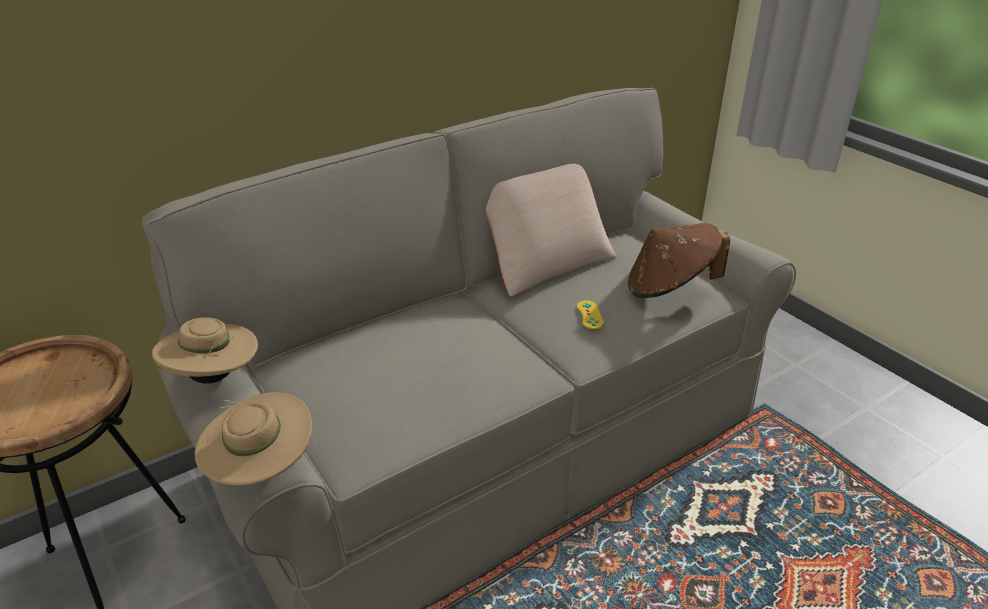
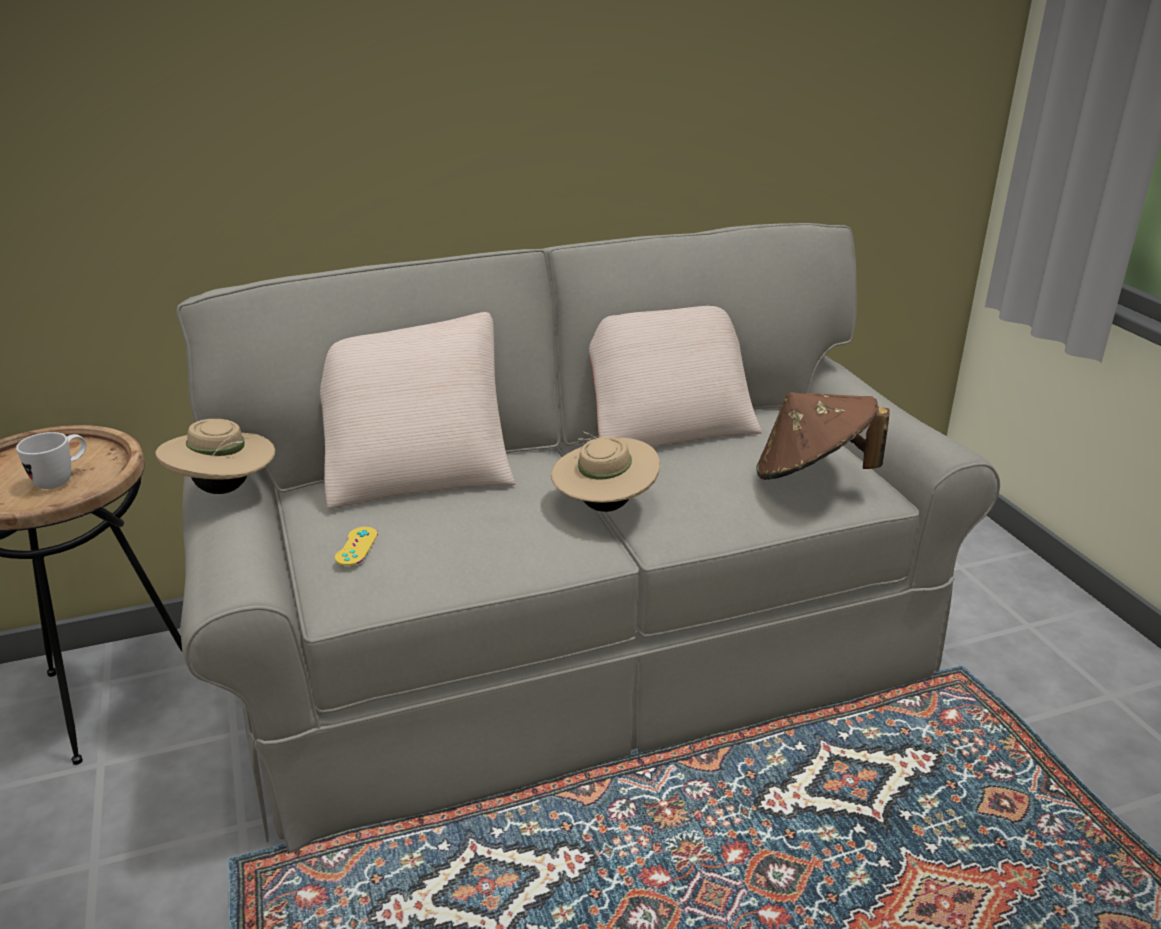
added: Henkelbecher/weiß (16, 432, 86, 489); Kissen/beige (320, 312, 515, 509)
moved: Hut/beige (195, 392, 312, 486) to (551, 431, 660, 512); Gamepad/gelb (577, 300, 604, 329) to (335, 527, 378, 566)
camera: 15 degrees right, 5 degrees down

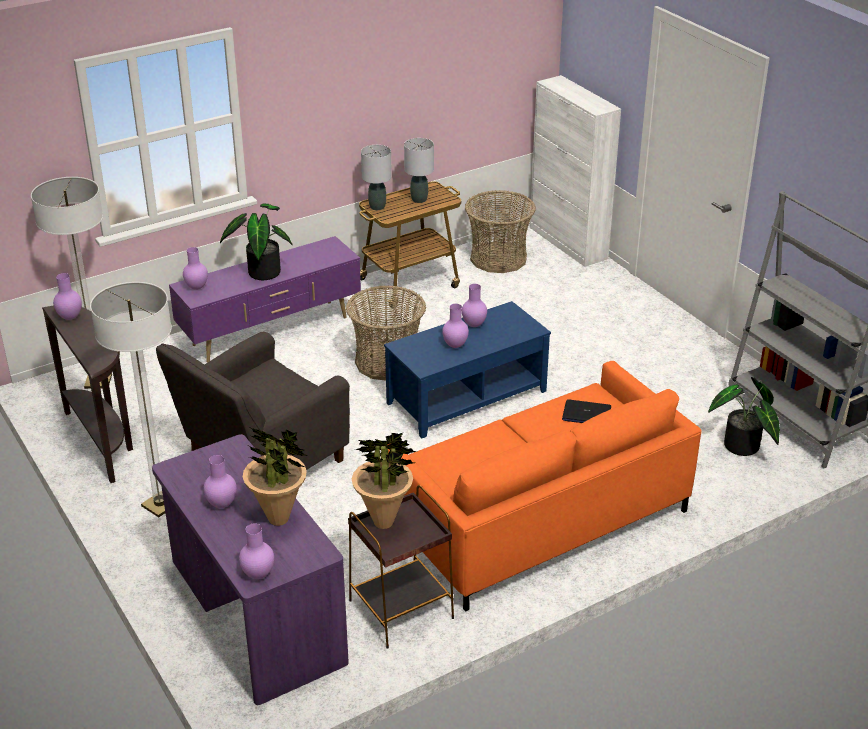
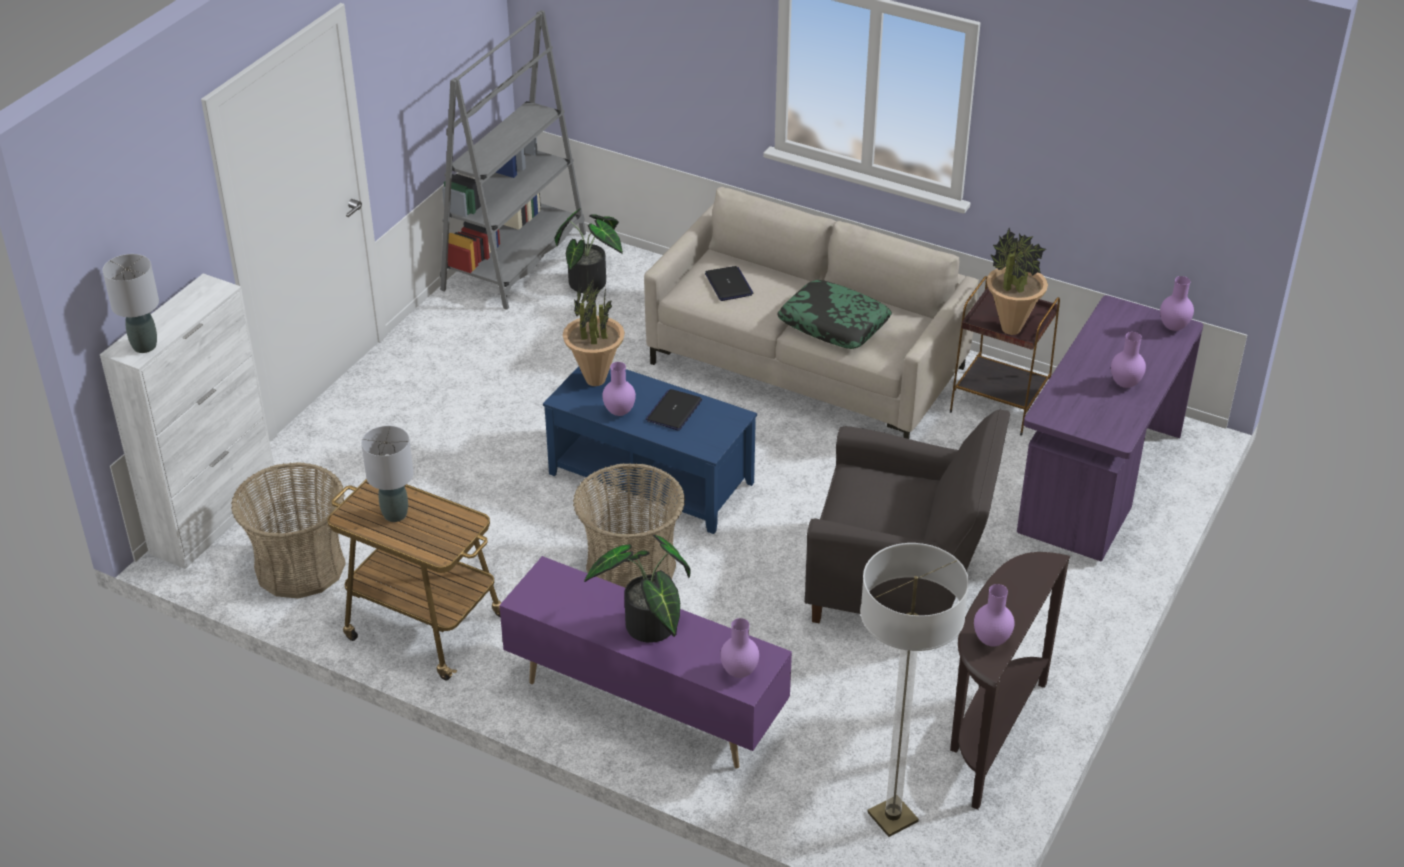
removed: Stehlampe (90, 282, 172, 517)
added: Kissen (778, 280, 892, 349)
moved: Topfpflanze (243, 427, 307, 526) to (563, 278, 625, 386); Tischlampe/grau (361, 145, 392, 210) to (102, 254, 159, 353)
replaced: Vase/lila (442, 304, 469, 348) to Laptop (646, 389, 702, 430)
recoloured: Sofa/orange (388, 361, 702, 611) to Sofa/beige (644, 187, 979, 439)
camera: 120 degrees left, 5 degrees up

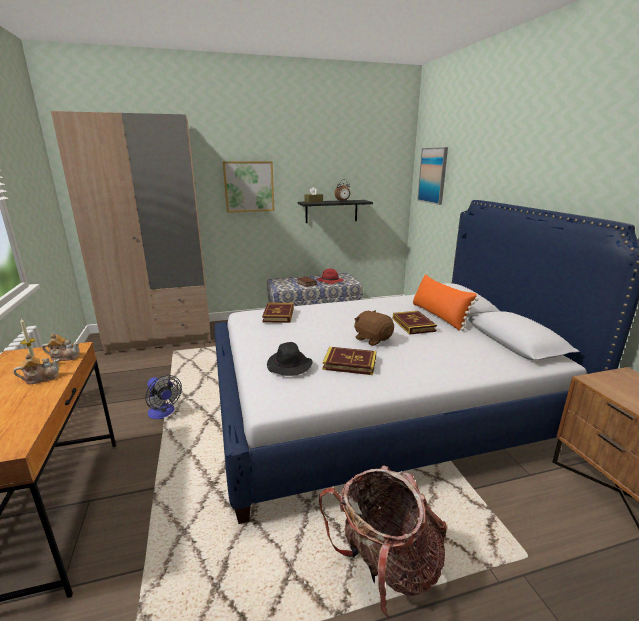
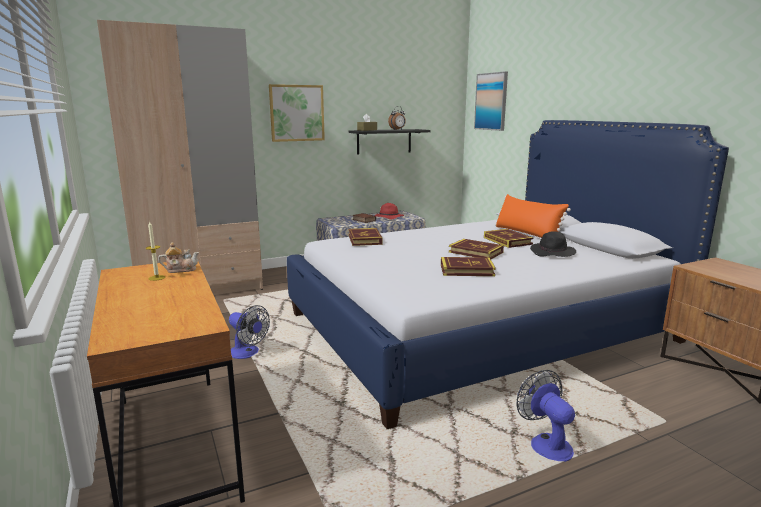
removed: Teekanne (13, 354, 60, 384)
moved: Hut/schwarz (267, 342, 313, 376) to (530, 231, 576, 257)
replaced: Rucksack (319, 465, 447, 619) to Ventilator (517, 370, 575, 462); Plüschtier/braun (354, 310, 394, 346) to Buch (449, 239, 504, 259)
camera: 10 degrees left, 5 degrees down

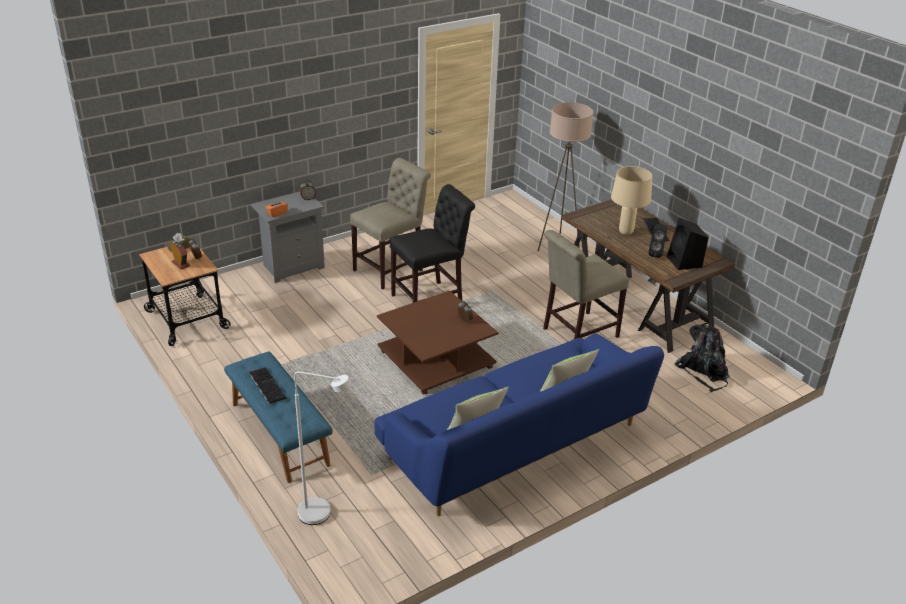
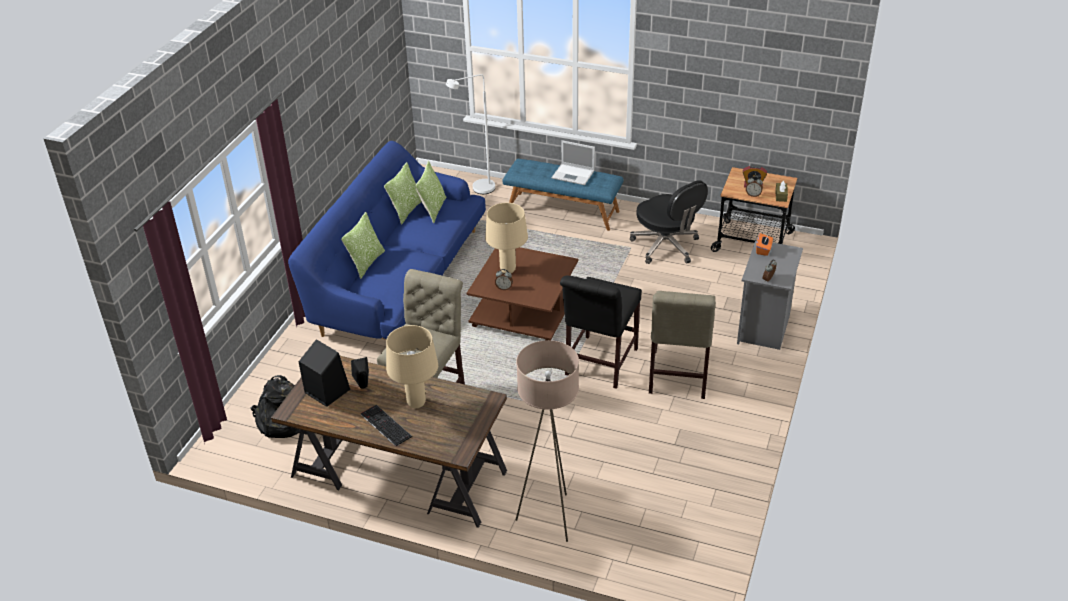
added: Kissen (415, 161, 446, 224); Tischlampe/beige (485, 203, 528, 273); Bürostuhl/schwarz (630, 180, 708, 264)
replaced: Tastatur (249, 367, 287, 404) to Laptop (552, 140, 595, 185)
camera: 145 degrees right, 5 degrees up

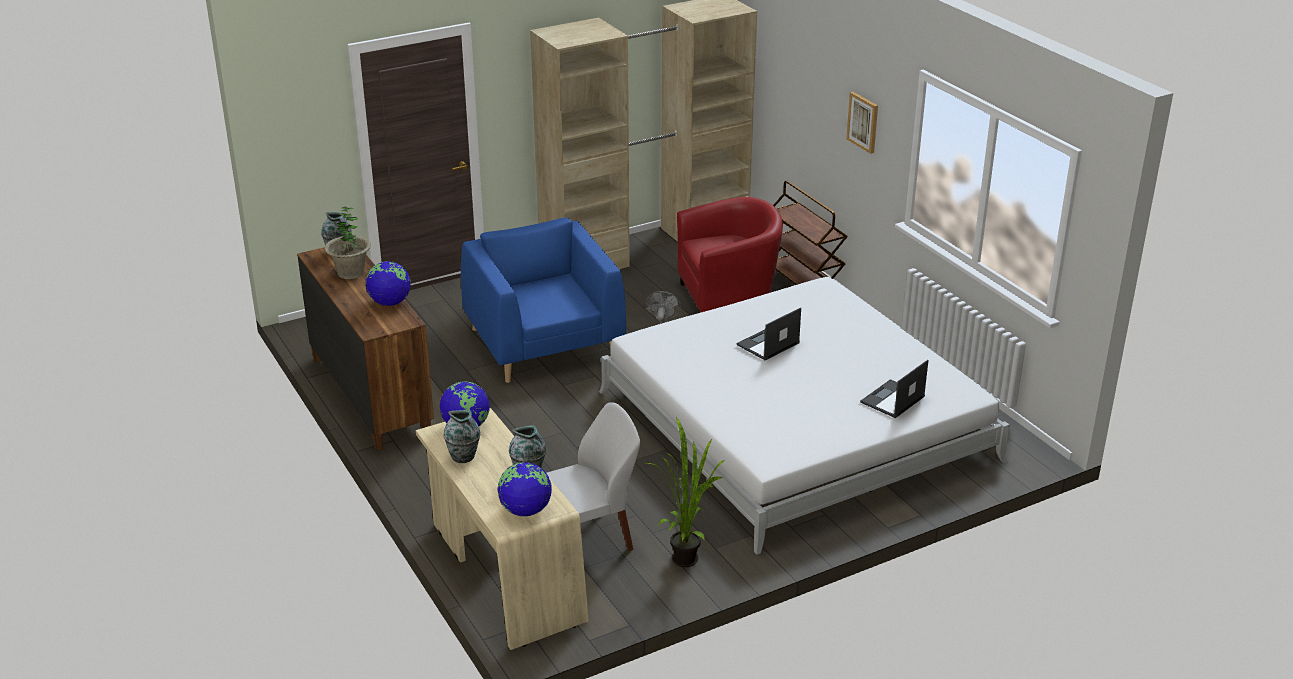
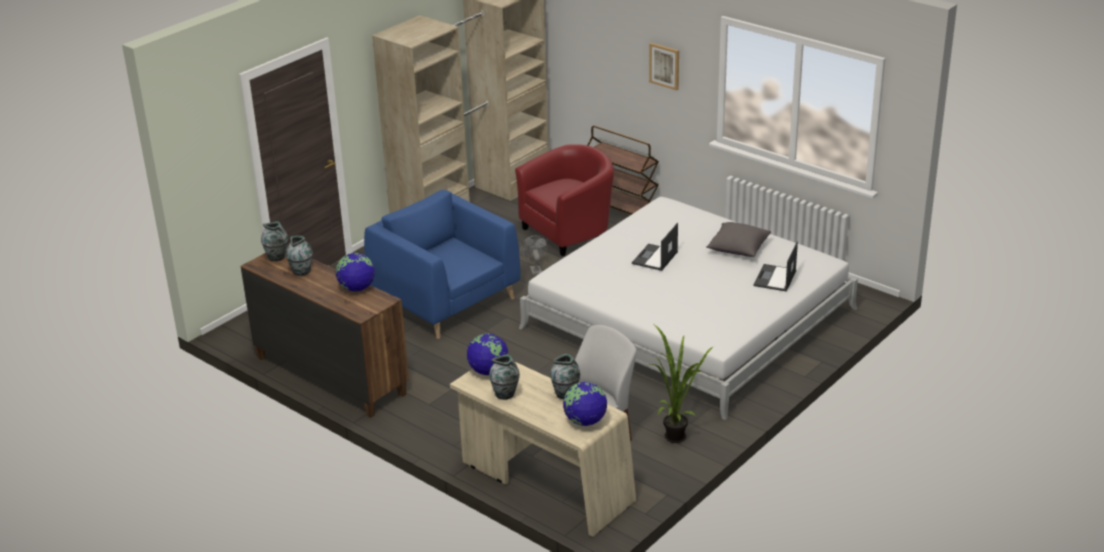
added: Kissen/grau (706, 222, 771, 257)
replaced: Topfpflanze (324, 207, 371, 279) to Vase (286, 236, 313, 276)
camera: 20 degrees left, 0 degrees up

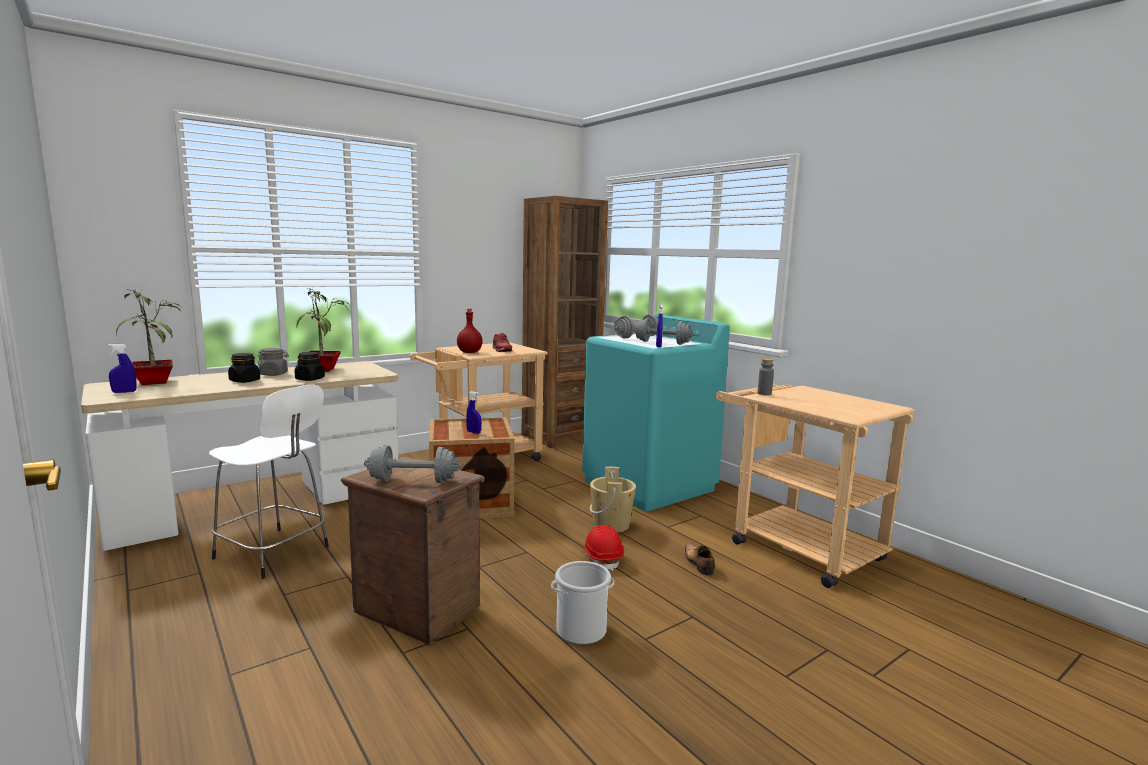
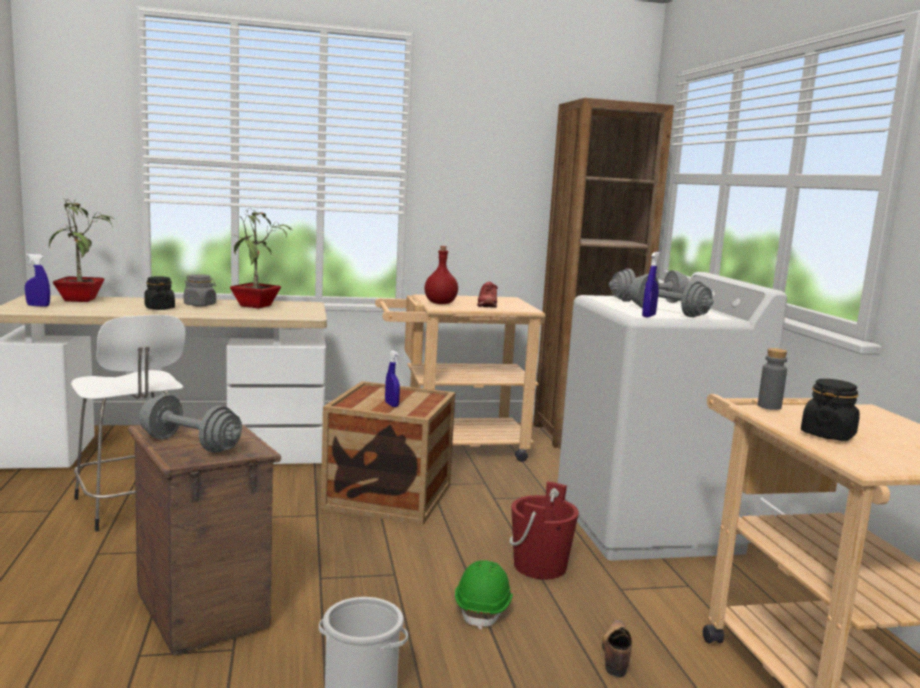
moved: Vorratsglas/schwarz (294, 352, 325, 381) to (801, 379, 860, 441)
recoloured: Waschmaschine/türkis (582, 314, 730, 512) to Waschmaschine/weiß (558, 272, 787, 560); Schutzhelm/rot (583, 525, 624, 571) to Schutzhelm/grün (455, 560, 513, 630); Eimer/beige (590, 467, 636, 533) to Eimer/rot (509, 481, 579, 579)
camera: 25 degrees right, 0 degrees up

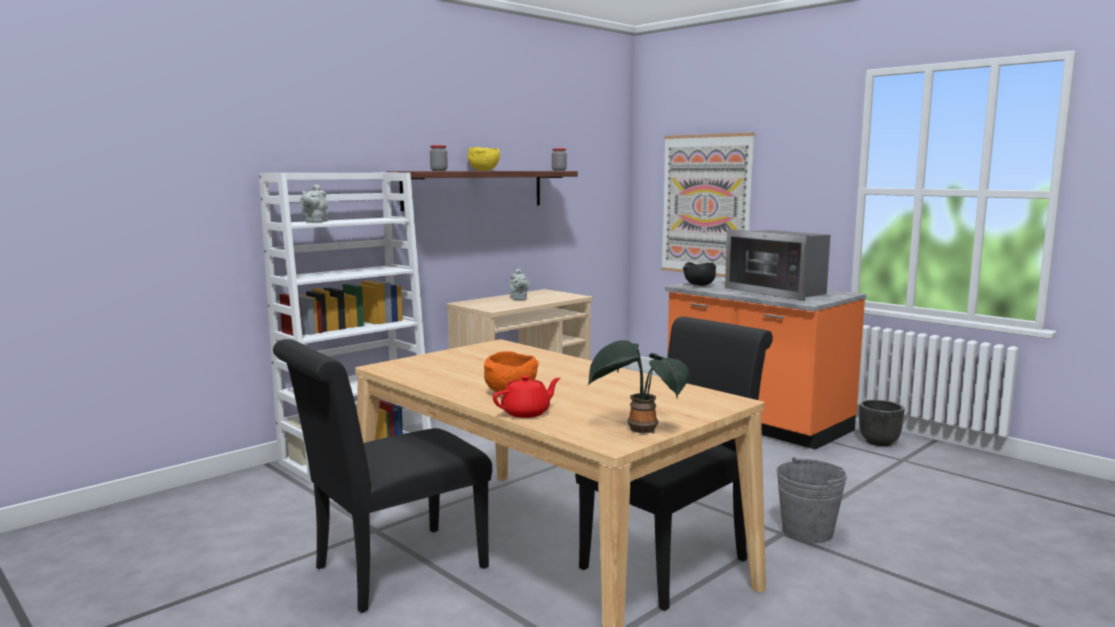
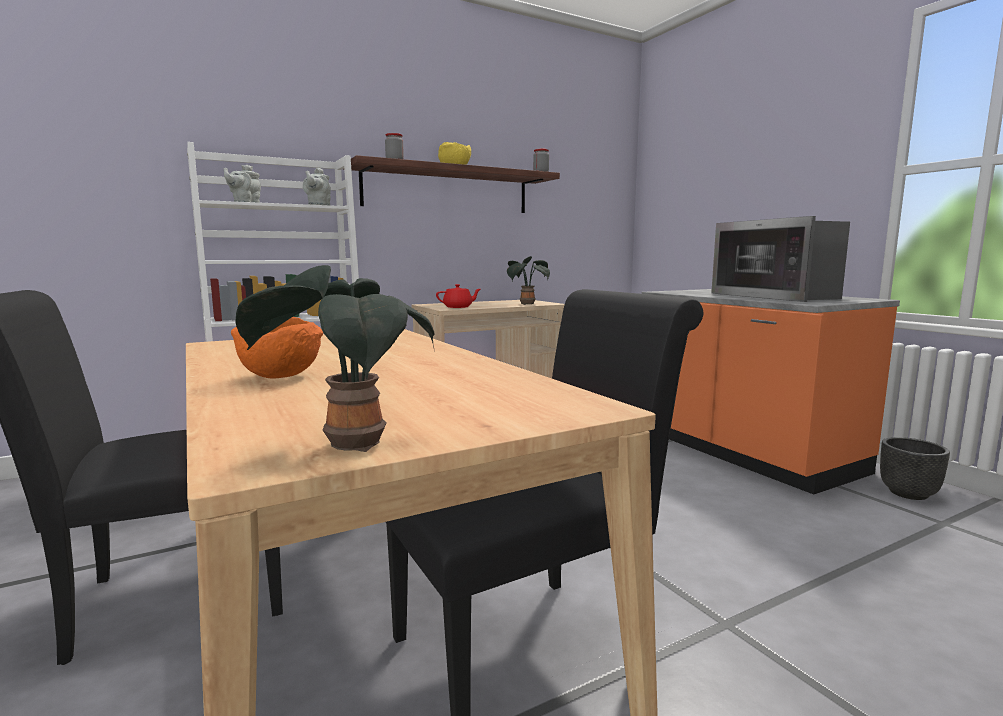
removed: Bild (661, 133, 755, 277); Schüssel/schwarz (683, 262, 716, 286); Eimer/grau (776, 457, 847, 543)
added: Topfpflanze (507, 256, 550, 305)
moved: Teekanne/rot (493, 375, 560, 418) to (436, 284, 481, 308); Teekanne/grau (509, 269, 530, 300) to (303, 168, 331, 205)
camera: 15 degrees right, 0 degrees up

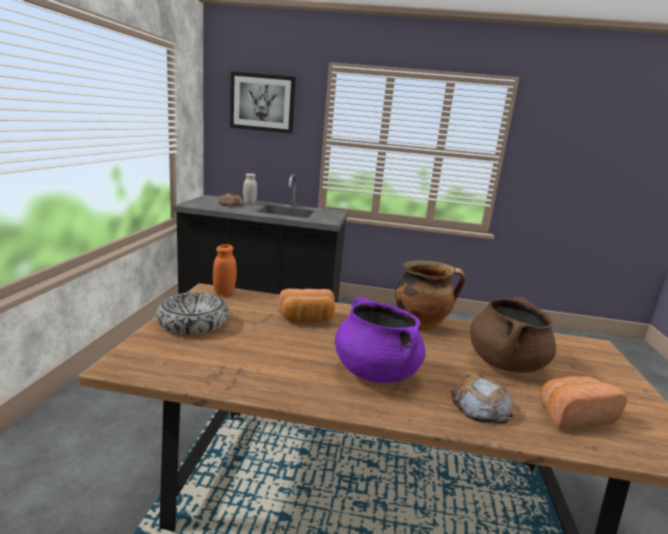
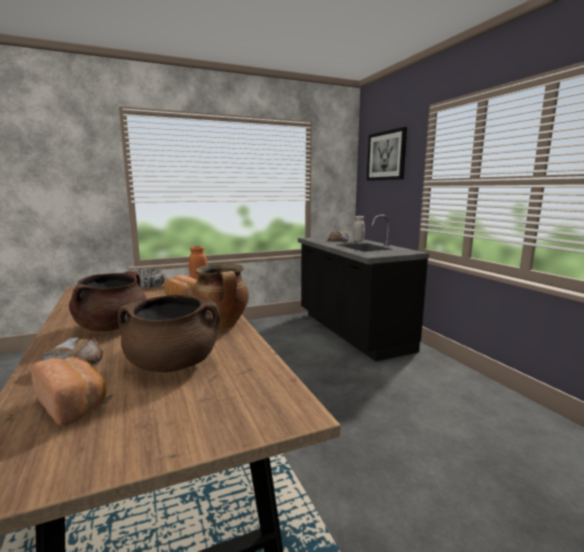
recoloured: Kochtopf/lila (335, 297, 426, 383) to Kochtopf/braun (69, 271, 147, 331)
camera: 60 degrees right, 5 degrees down

